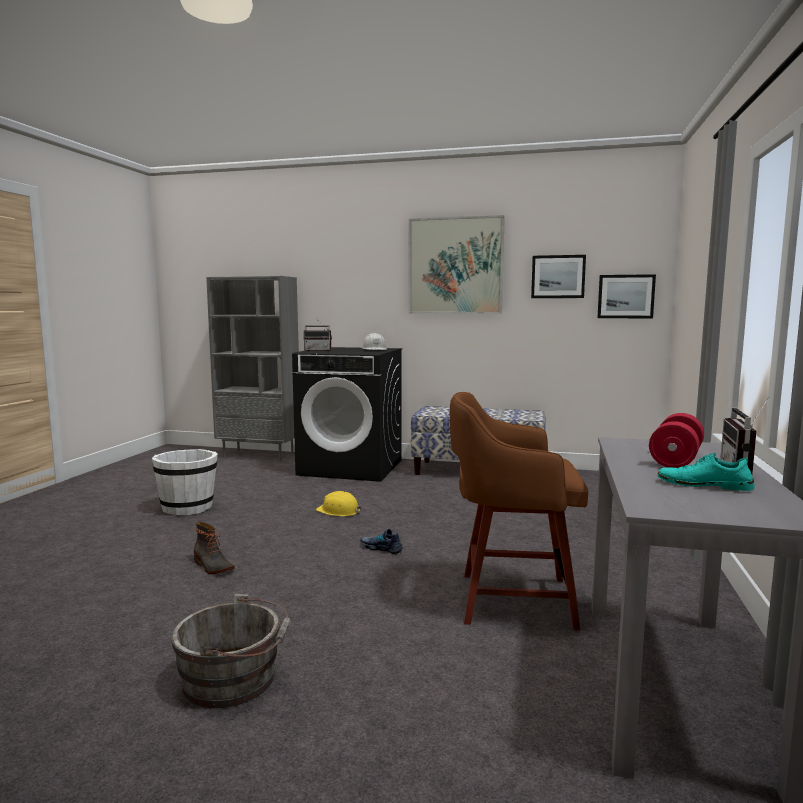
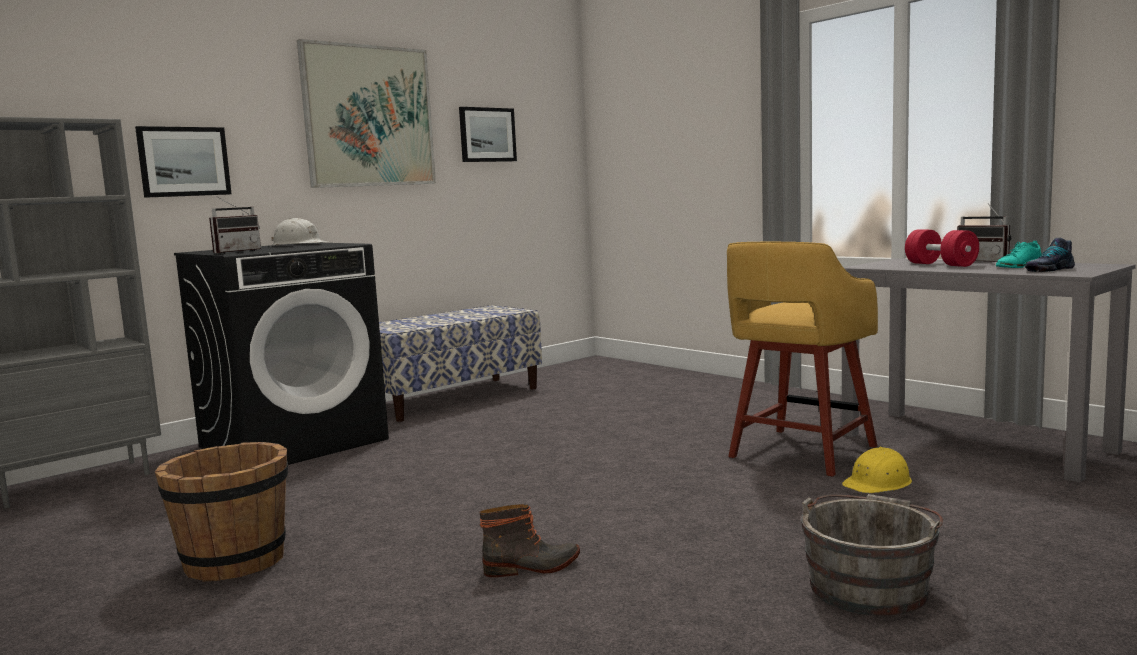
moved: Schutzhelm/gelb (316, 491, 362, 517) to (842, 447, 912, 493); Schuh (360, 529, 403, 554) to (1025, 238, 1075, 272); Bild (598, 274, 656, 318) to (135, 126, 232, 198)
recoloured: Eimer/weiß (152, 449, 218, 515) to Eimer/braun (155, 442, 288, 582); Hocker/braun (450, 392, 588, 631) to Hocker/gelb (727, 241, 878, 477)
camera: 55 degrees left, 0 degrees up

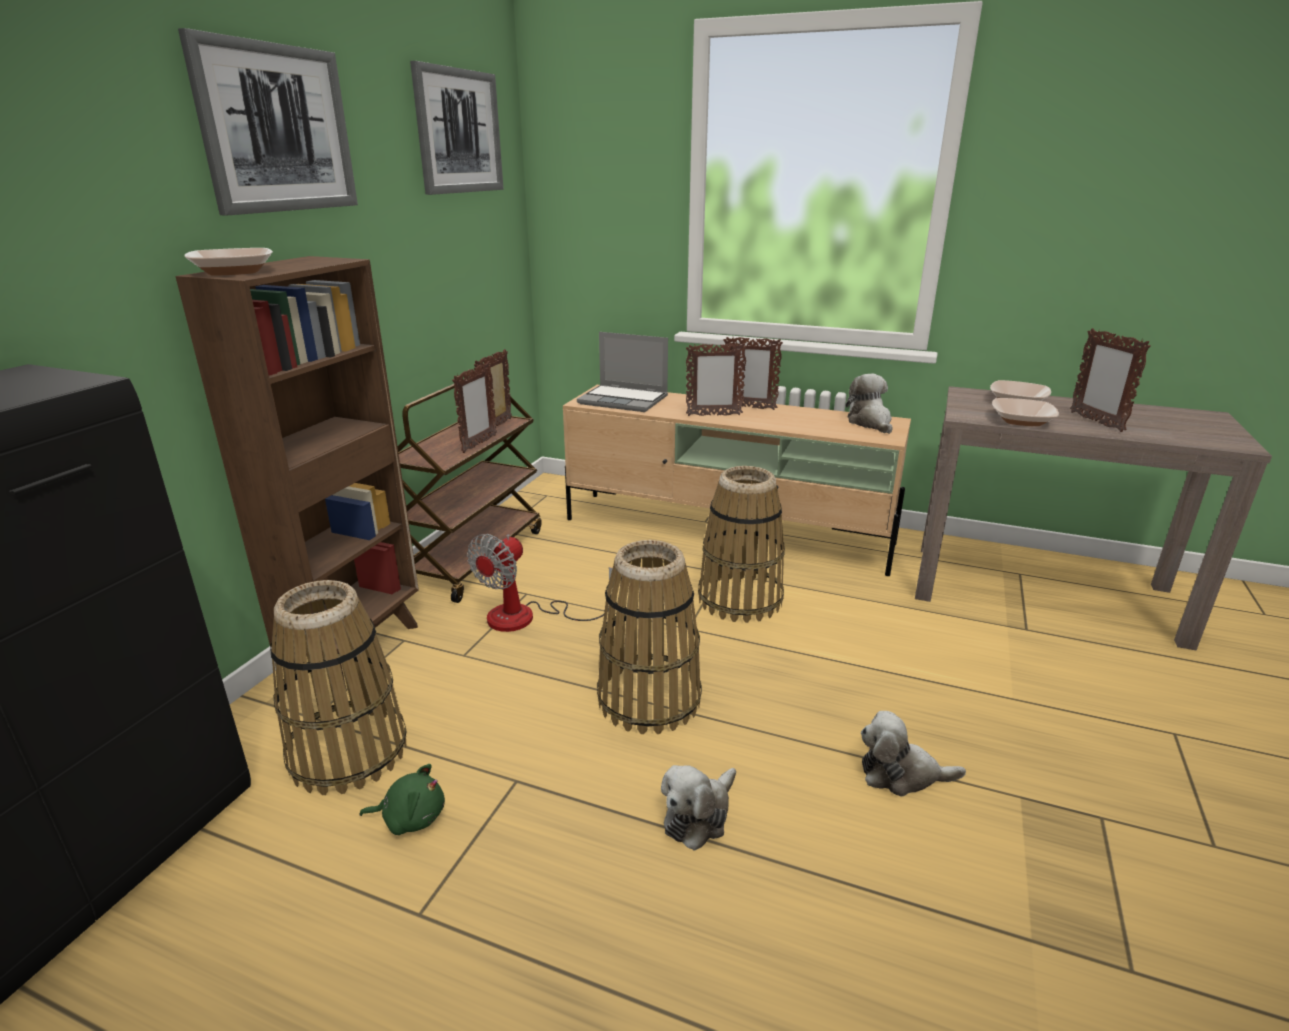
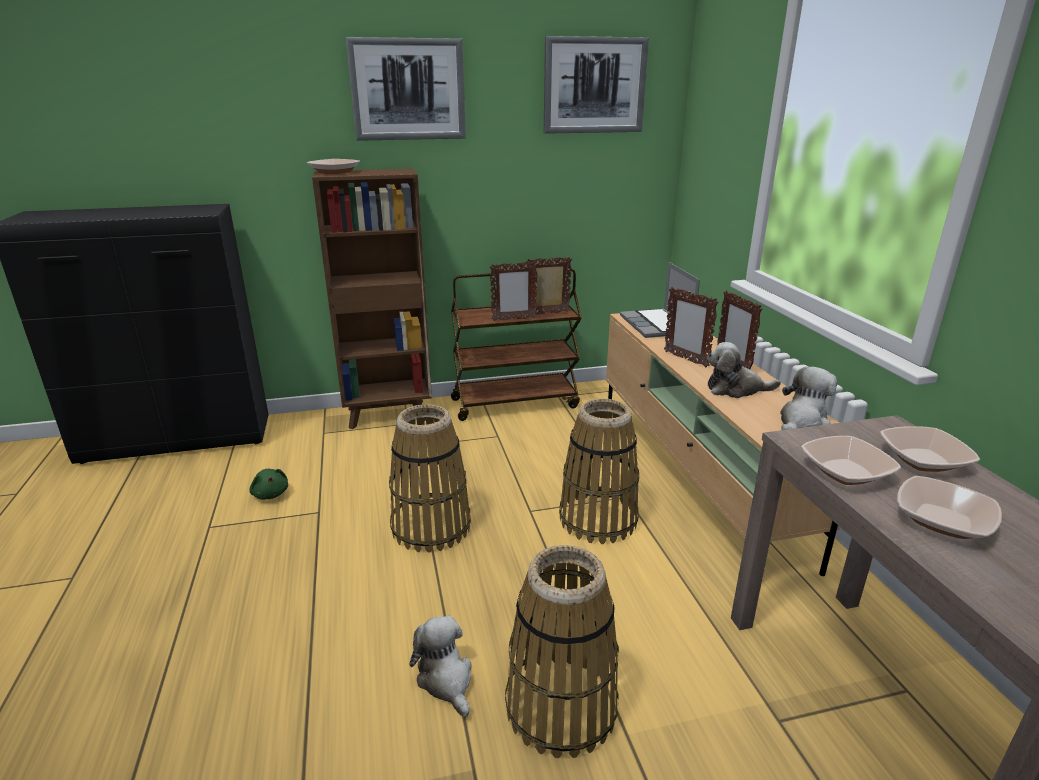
removed: Ventilator (467, 534, 612, 632)
moved: Korb (270, 580, 407, 795) to (505, 545, 619, 758); Plüschtier (661, 765, 736, 851) to (707, 342, 781, 398)
replaced: Bilderrahmen (1070, 328, 1151, 432) to Schüssel (897, 476, 1002, 539)
camera: 55 degrees right, 0 degrees up

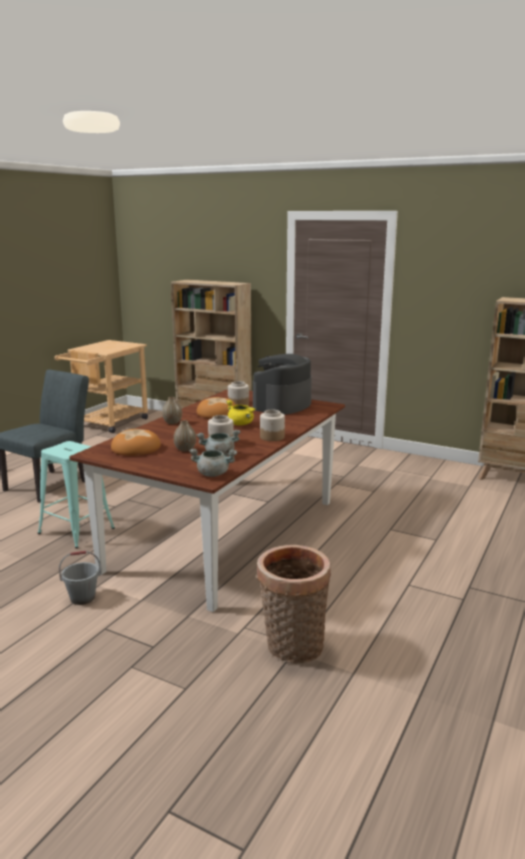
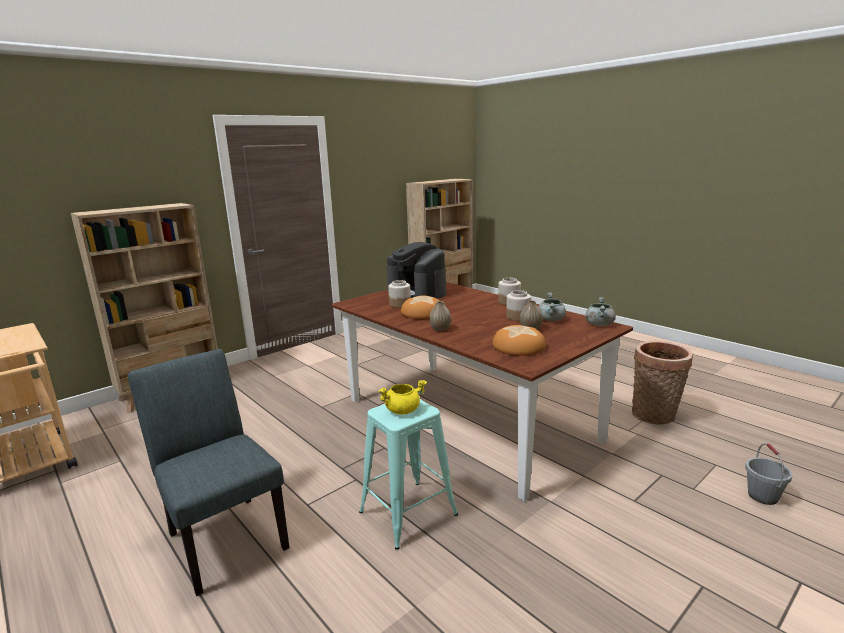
moved: Eimer/grau (59, 551, 101, 605) to (745, 443, 793, 505); Kochtopf/gelb (226, 400, 255, 425) to (378, 380, 427, 415)
camera: 70 degrees left, 0 degrees up

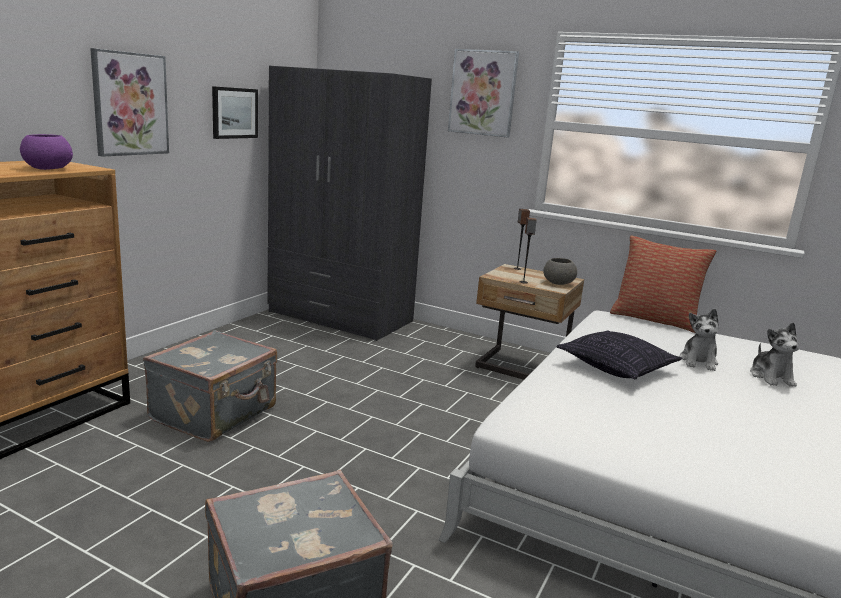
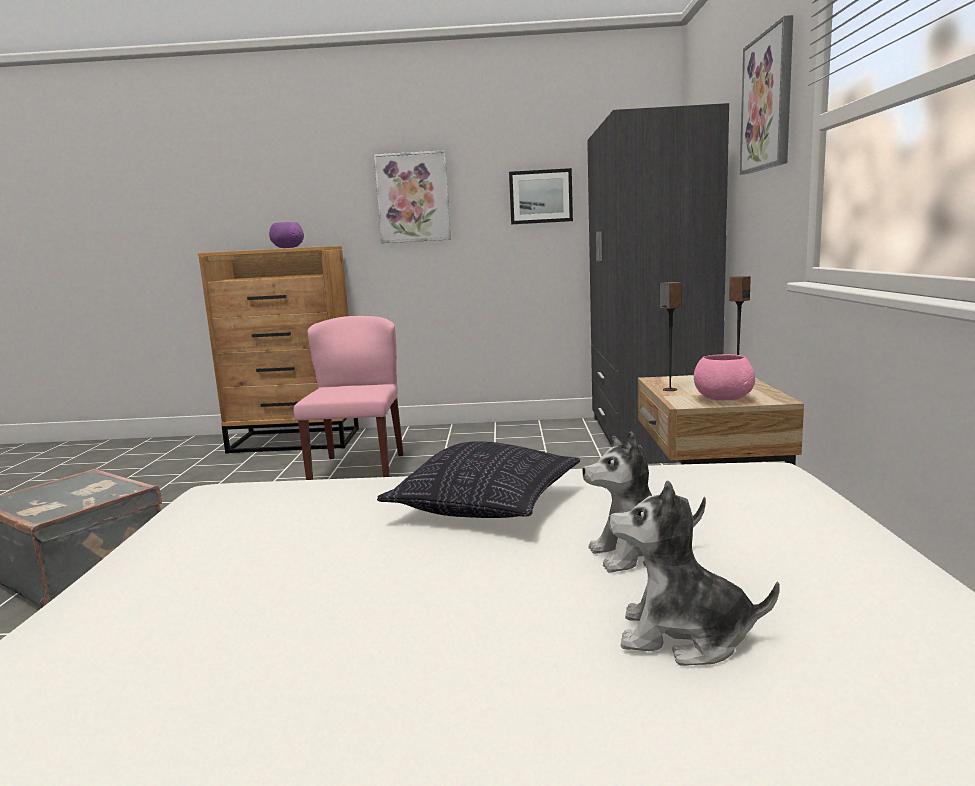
removed: Kissen (610, 235, 716, 333)
replaced: Koffer/grau (143, 330, 277, 442) to Stuhl/rosa (294, 316, 403, 480)
recoloured: Schüssel/grau (544, 258, 577, 285) to Schüssel/rosa (694, 354, 755, 400)
turned: Plüschtier (750, 322, 799, 387) = (609, 480, 780, 666) 45 degrees clockwise
camera: 65 degrees right, 5 degrees down

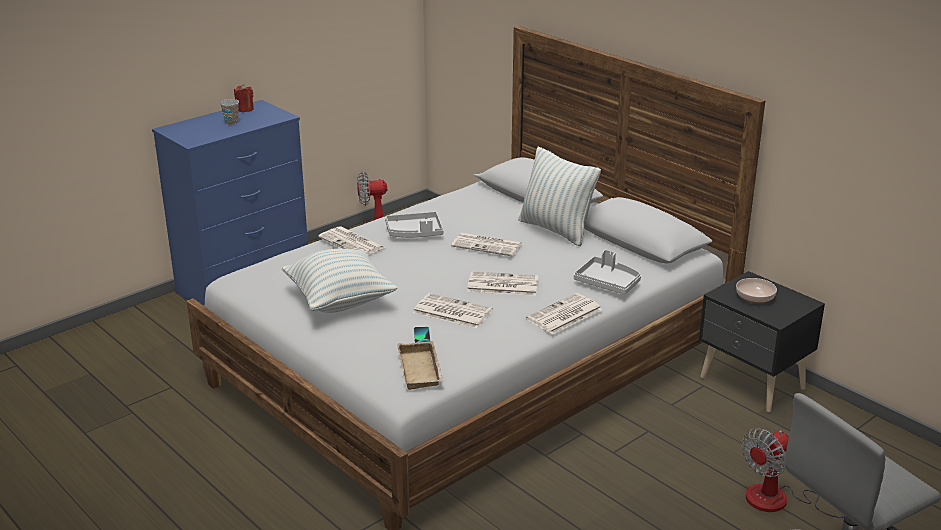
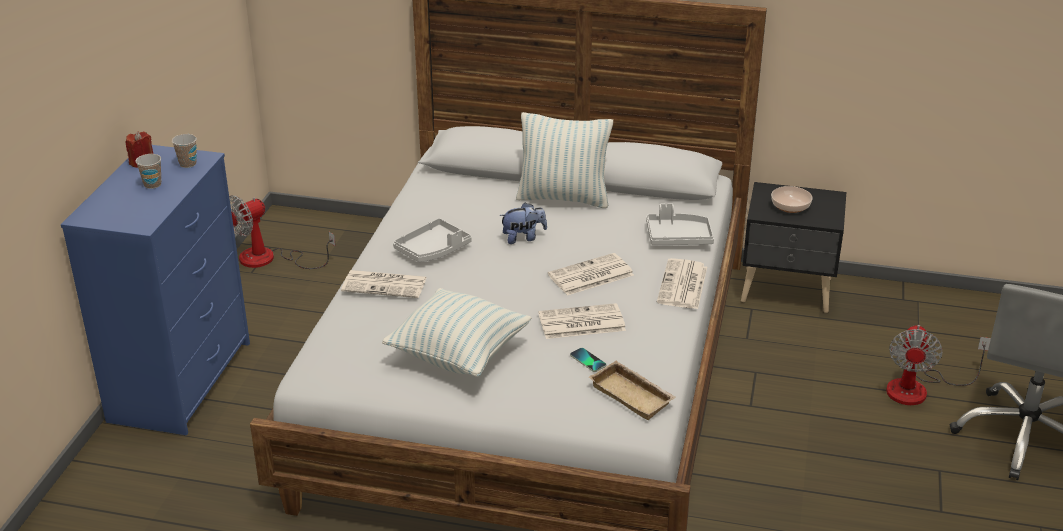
added: Tasse (172, 134, 197, 168)
replaced: Zeitung (451, 233, 523, 257) to Plüschtier (499, 202, 547, 244)
camera: 35 degrees left, 5 degrees up

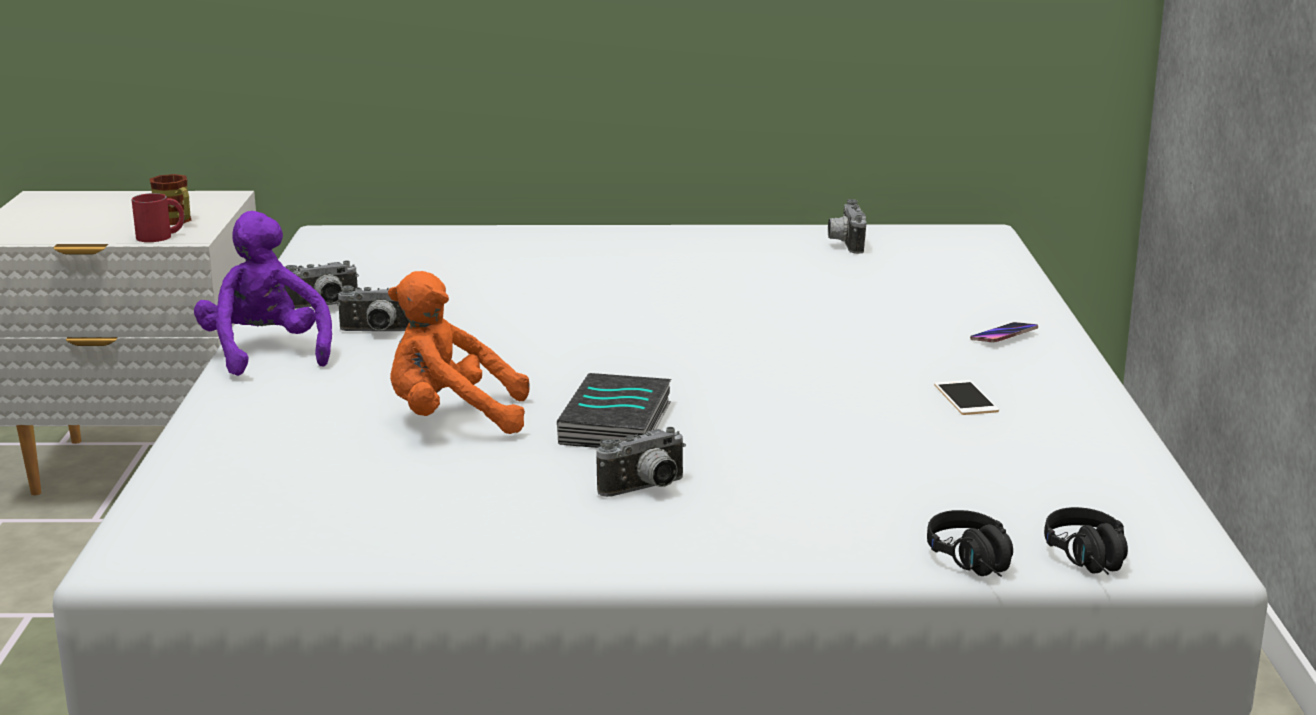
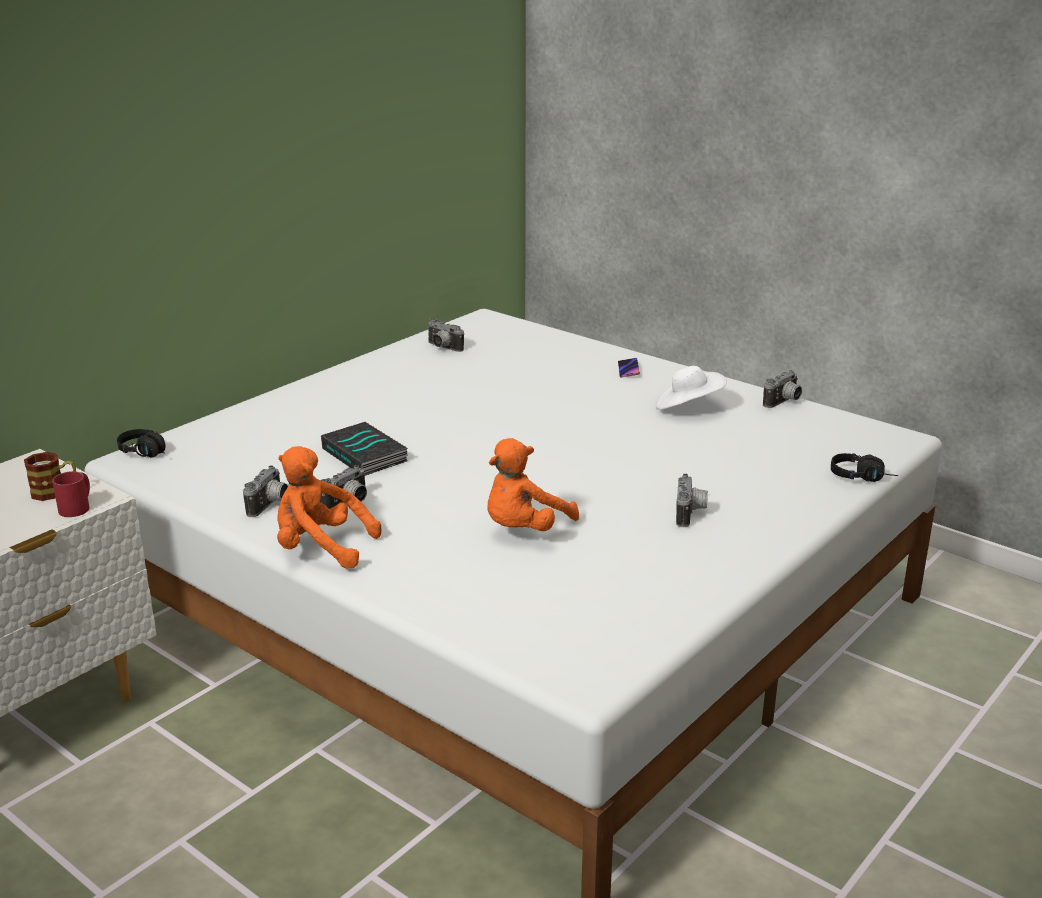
added: Kamera (763, 370, 802, 408)
moved: Buch (557, 373, 671, 448) to (321, 422, 408, 475); Kopfhörer/schwarz (1044, 507, 1128, 575) to (117, 429, 165, 458)
replaced: Handy (934, 380, 999, 415) to Hut/weiß (655, 366, 727, 410)
recoloured: Plüschtier/lila (194, 211, 332, 376) to Plüschtier/orange (277, 446, 382, 569)
camera: 50 degrees left, 5 degrees up

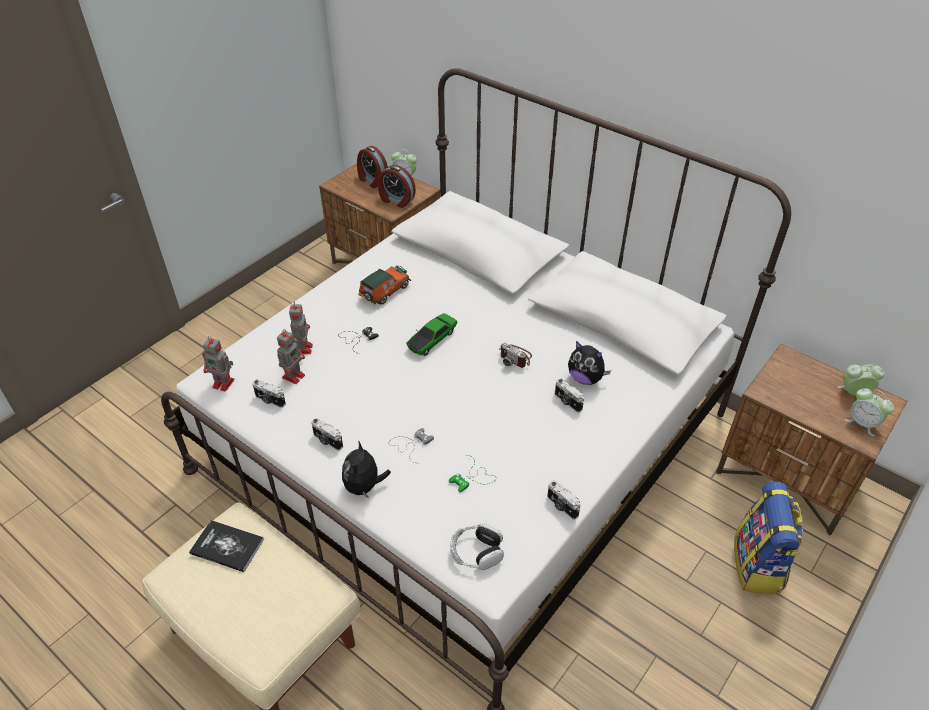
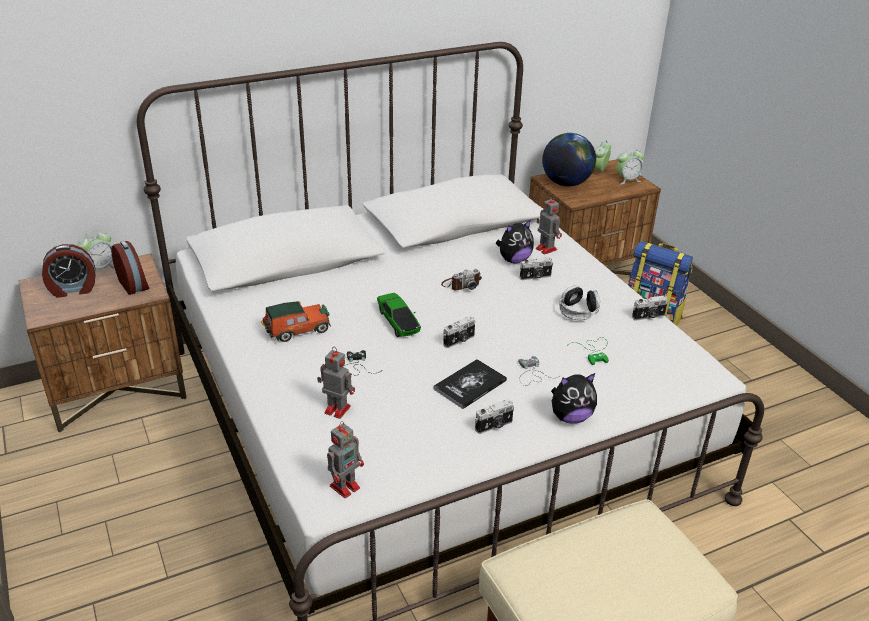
added: Globus (542, 133, 596, 187)
moved: Buch (189, 520, 264, 572) to (433, 359, 507, 409); Kamera (252, 380, 286, 408) to (443, 316, 475, 348); Spielzeugroboter (277, 329, 305, 384) to (536, 195, 562, 254); Kopfhörer (450, 523, 504, 570) to (559, 285, 600, 320)
turned: Plüschtier (342, 440, 391, 499) = (551, 373, 597, 424) 45 degrees counterclockwise; Spielzeugauto (358, 265, 411, 305) = (261, 301, 331, 342) 90 degrees clockwise; Wecker (378, 165, 416, 208) = (111, 241, 149, 295) 90 degrees counterclockwise
camera: 65 degrees left, 10 degrees down

